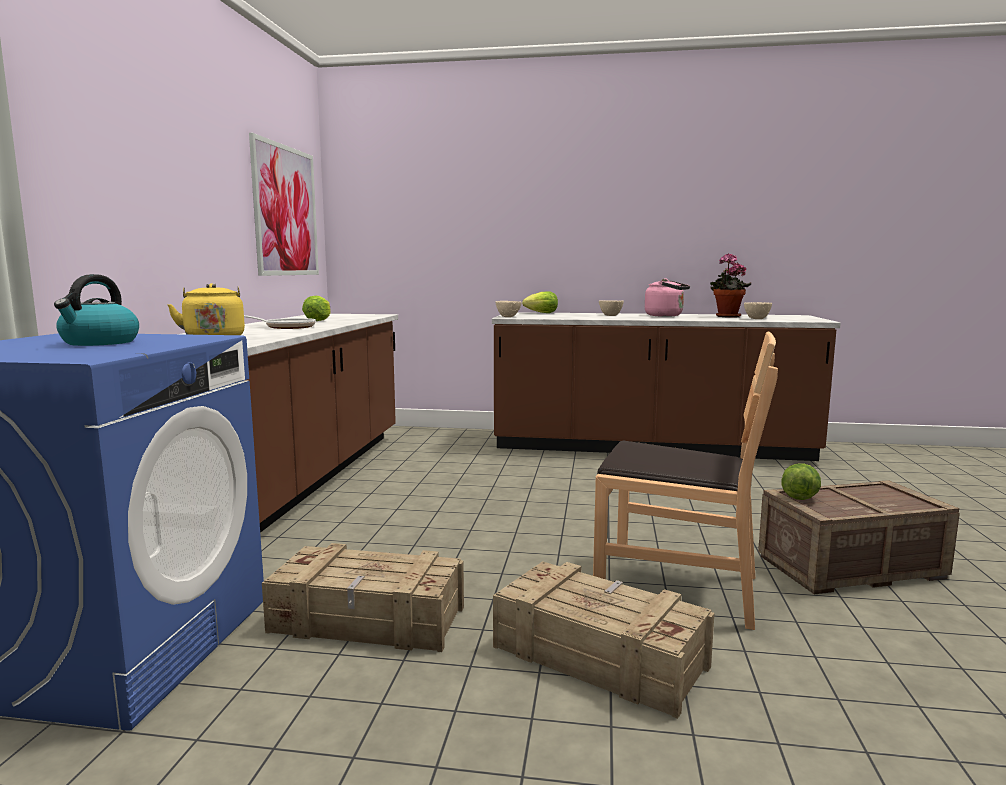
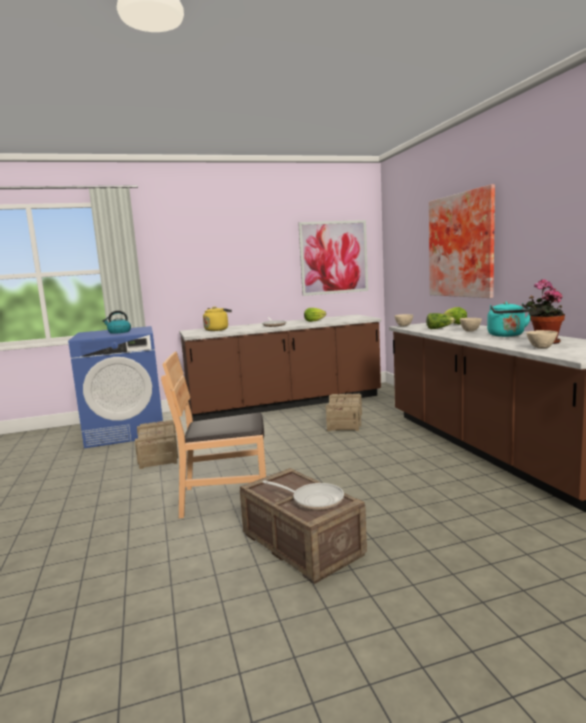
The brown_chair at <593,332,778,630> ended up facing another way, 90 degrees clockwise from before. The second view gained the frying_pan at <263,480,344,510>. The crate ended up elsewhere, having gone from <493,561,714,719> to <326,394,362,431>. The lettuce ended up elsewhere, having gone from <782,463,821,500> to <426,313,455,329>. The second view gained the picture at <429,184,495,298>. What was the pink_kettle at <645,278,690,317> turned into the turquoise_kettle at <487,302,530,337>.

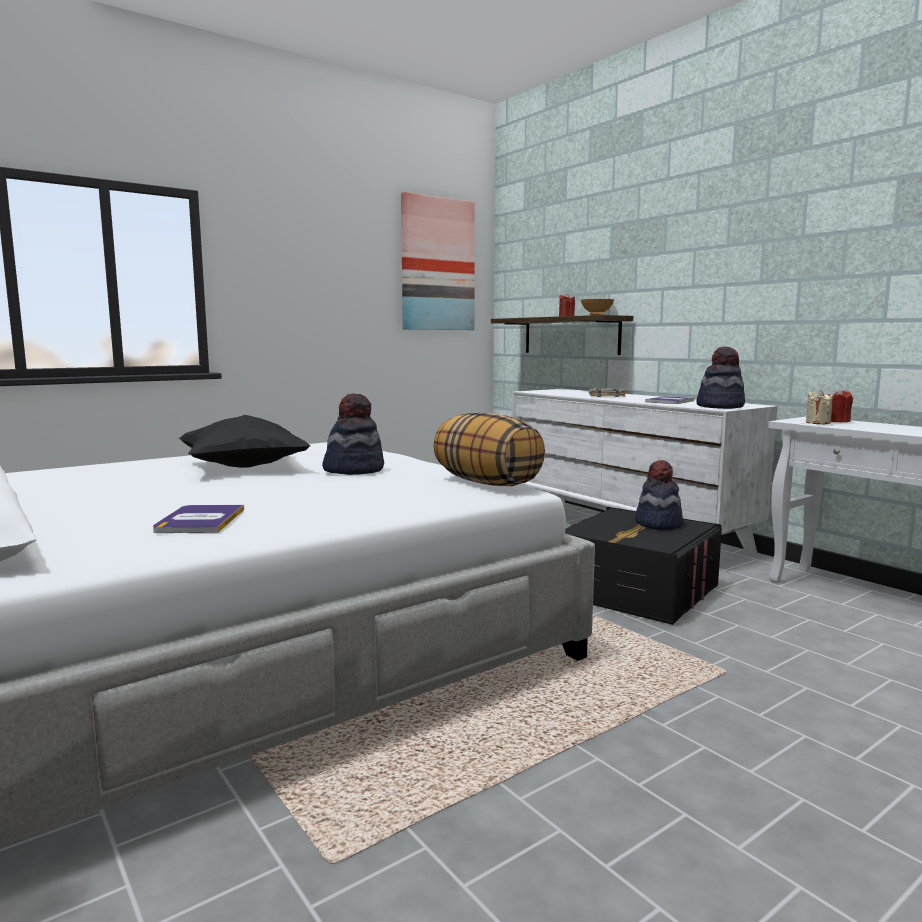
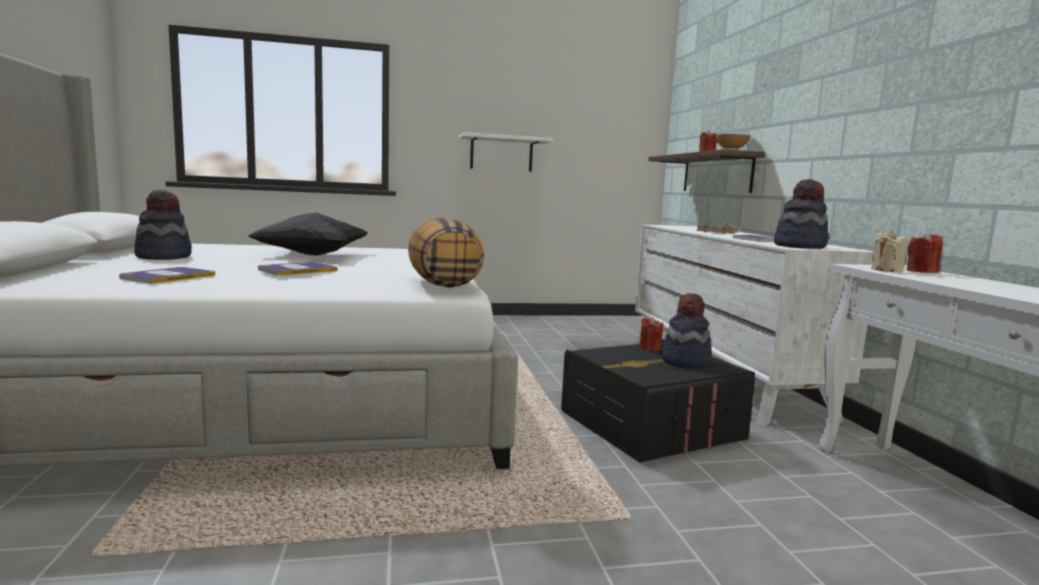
The hat ended up elsewhere, having gone from <322,393,384,475> to <134,190,192,260>. The second view gained the book at <258,262,338,276>. The second view gained the white_shelf at <459,132,553,172>. The second view gained the red_candle at <639,317,663,351>. The second view lost the picture at <401,192,475,330>.

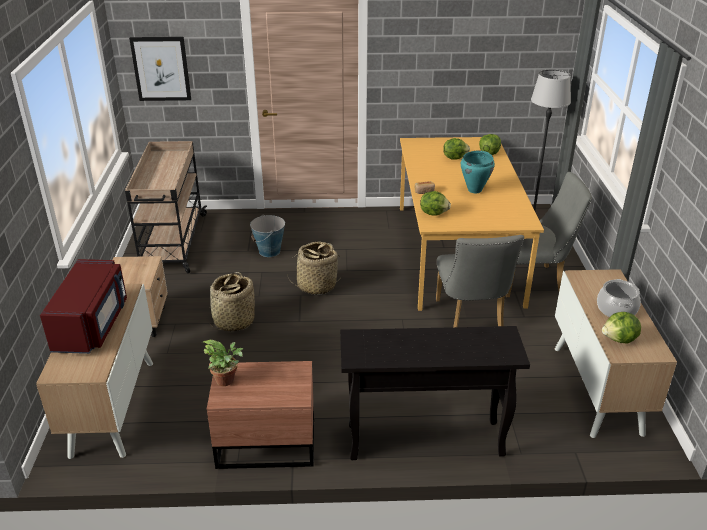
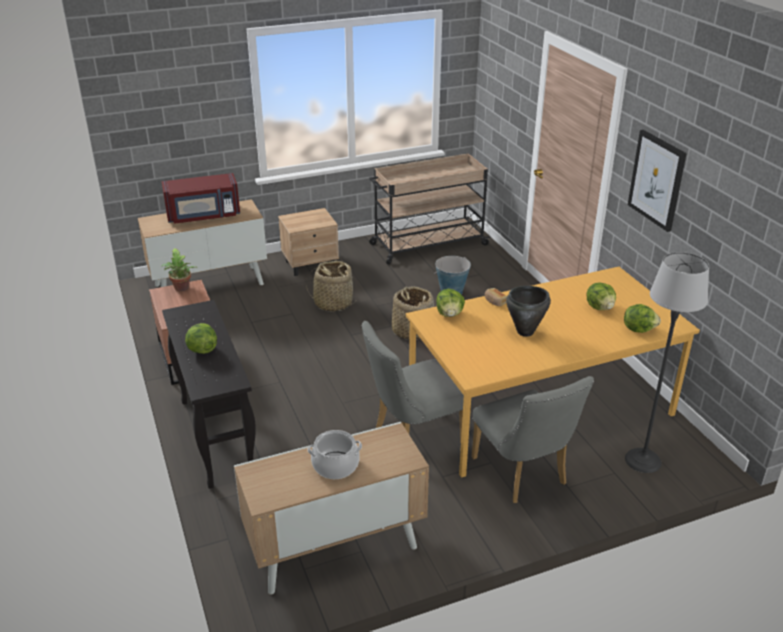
The lettuce ended up elsewhere, having gone from <602,312,641,344> to <185,323,217,354>. What was the turquoise_cooking_pot at <461,150,495,193> turned into the black_cooking_pot at <506,286,551,337>. The picture ended up elsewhere, having gone from <129,37,191,101> to <628,130,687,232>.

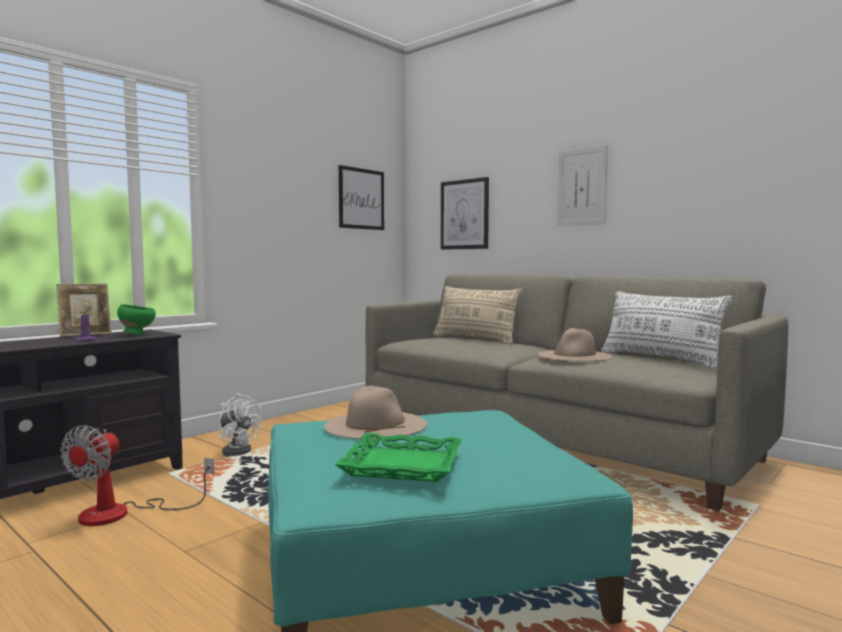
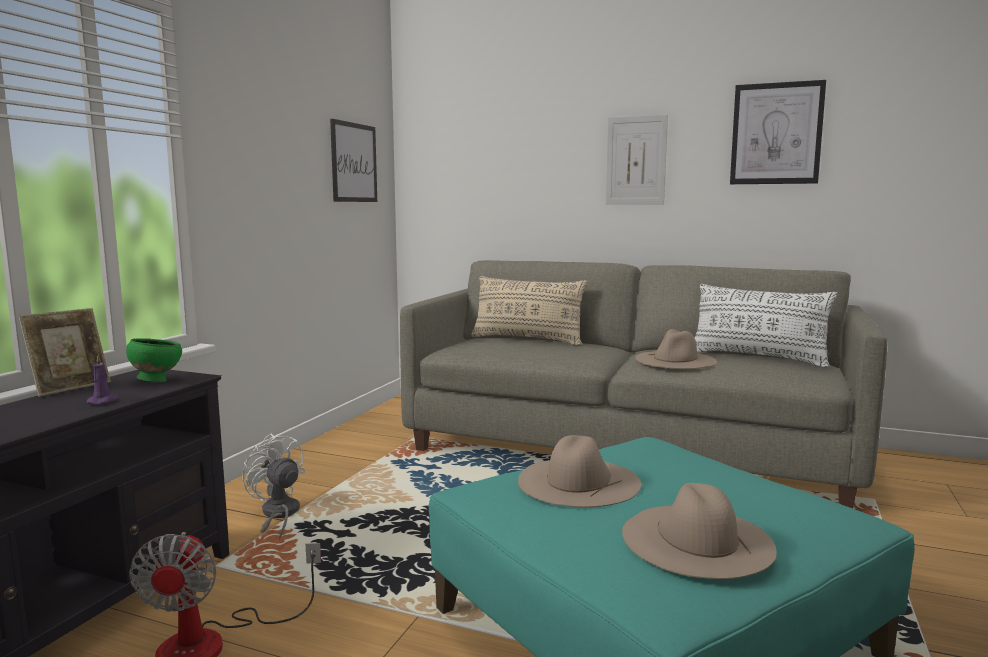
The white_fan at <218,393,261,456> ended up facing another way, 150 degrees counterclockwise from before. Where the green_tray stood at <334,433,462,482>, the beige_hat came to stand at <622,483,777,579>. The picture ended up elsewhere, having gone from <441,177,489,250> to <730,80,826,184>.

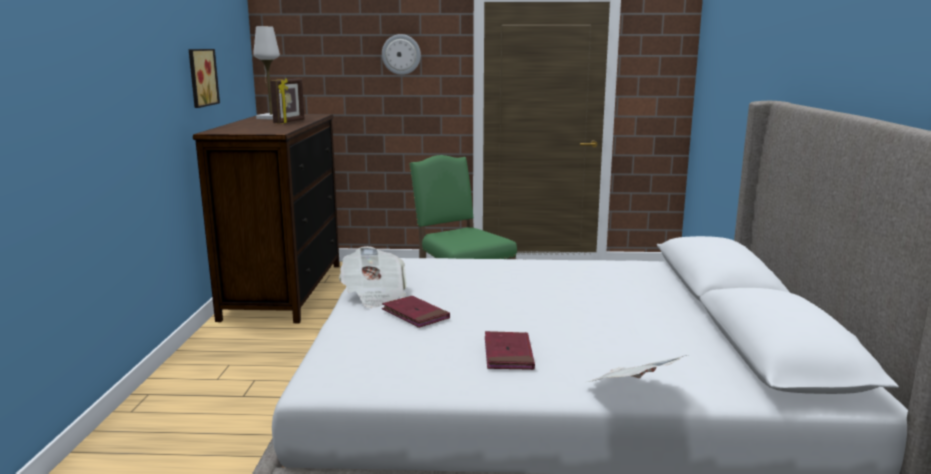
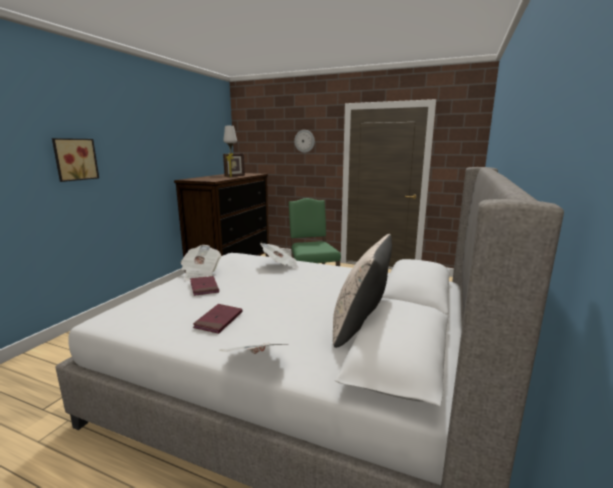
The picture ended up elsewhere, having gone from <189,49,220,108> to <52,138,99,182>. The second view gained the newspaper at <260,243,299,268>. The second view gained the beige_pillow at <333,234,392,348>.

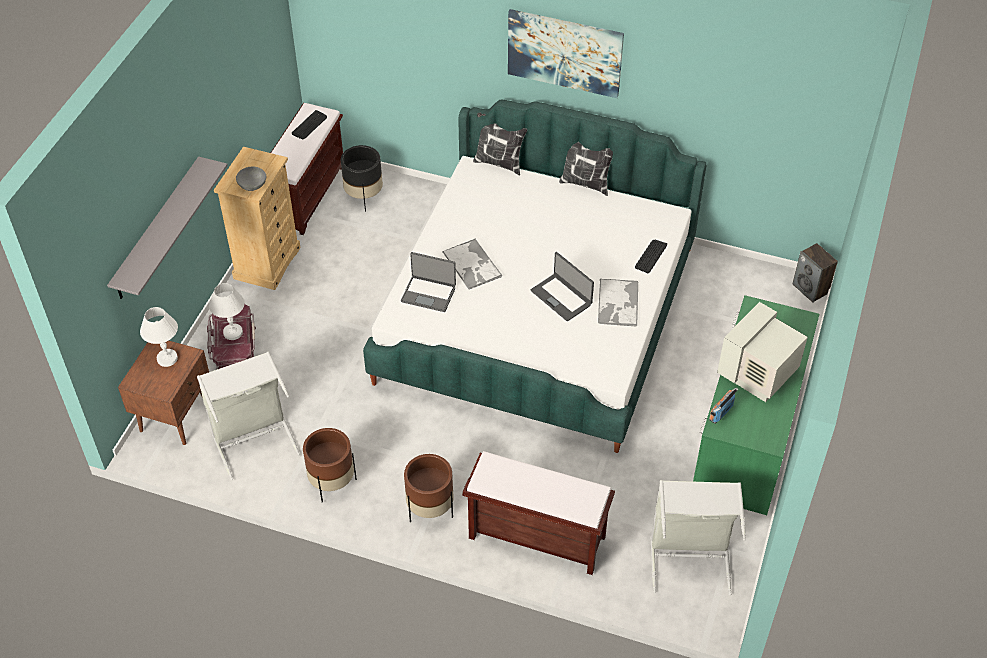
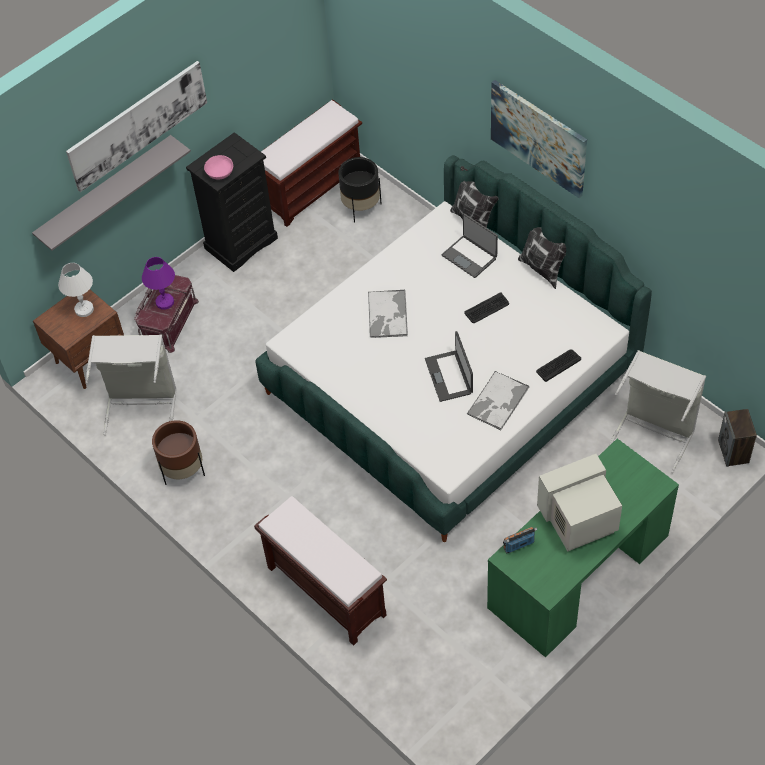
The second view gained the picture at <66,61,207,192>. What was the white_table_lamp at <209,283,245,340> turned into the purple_table_lamp at <142,257,175,310>. What was the beige_dresser at <214,147,301,290> turned into the black_dresser at <186,132,278,272>. What was the grey_bowl at <236,166,266,191> turned into the pink_bowl at <204,155,233,179>. The laptop ended up elsewhere, having gone from <401,252,456,312> to <442,213,498,278>. The keyboard ended up elsewhere, having gone from <292,110,327,139> to <464,292,509,323>. The grey_laundry_basket ended up elsewhere, having gone from <650,480,746,595> to <608,350,706,473>. The second view lost the brown_planter at <404,454,454,522>.

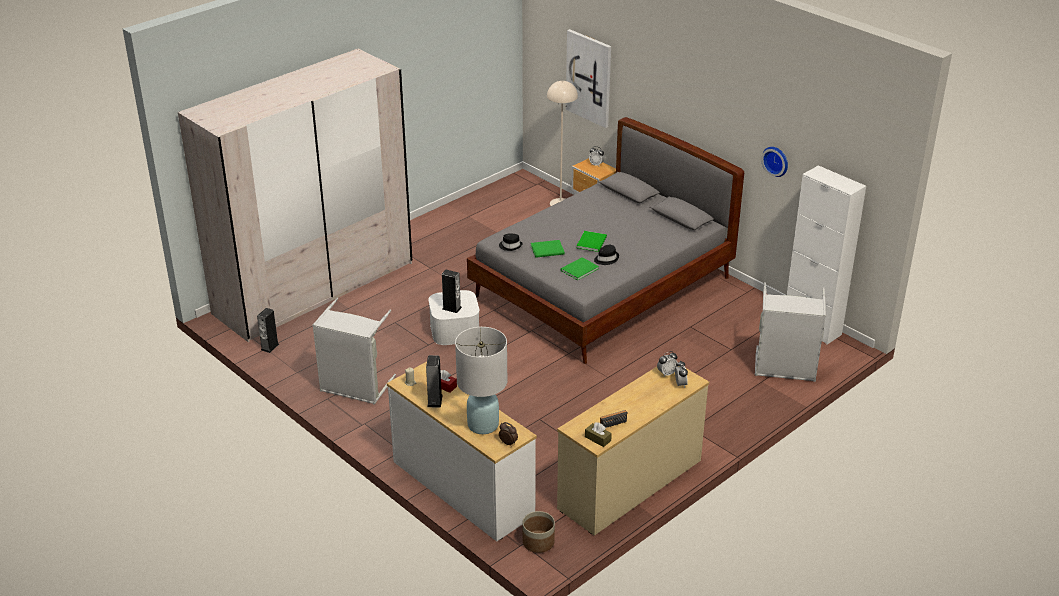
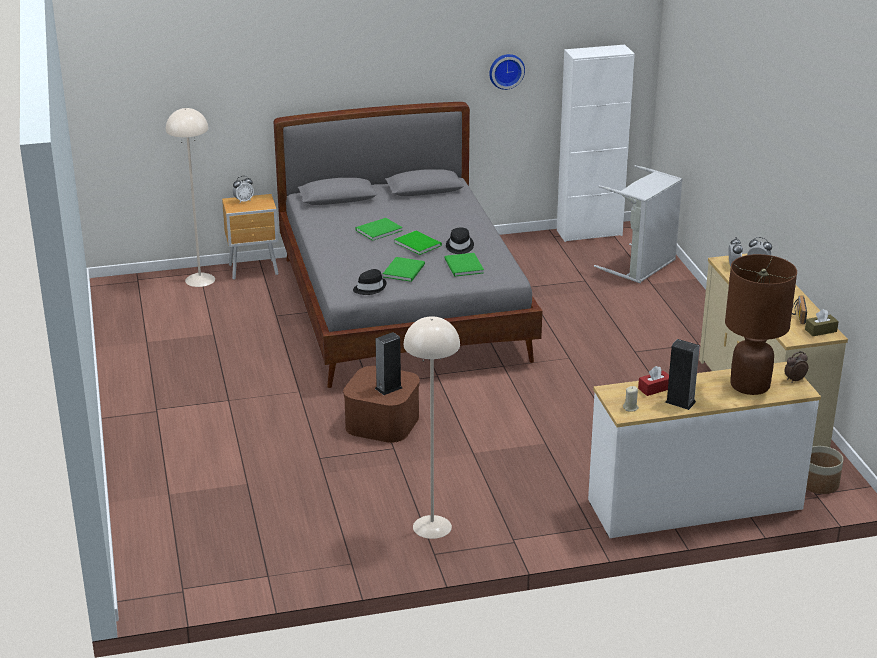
What was the white_storage_box at <429,290,479,345> turned into the brown_storage_box at <343,366,420,443>. The second view gained the green_book at <355,218,403,241>. Where the grey_laundry_basket stood at <312,298,396,404>, the beige_floor_lamp came to stand at <404,316,460,539>. What was the white_table_lamp at <455,327,508,434> turned into the brown_table_lamp at <725,254,797,395>. The second view lost the beige_wardrobe at <178,49,412,342>. The second view lost the speaker at <257,308,279,353>. The second view lost the picture at <566,29,611,128>.

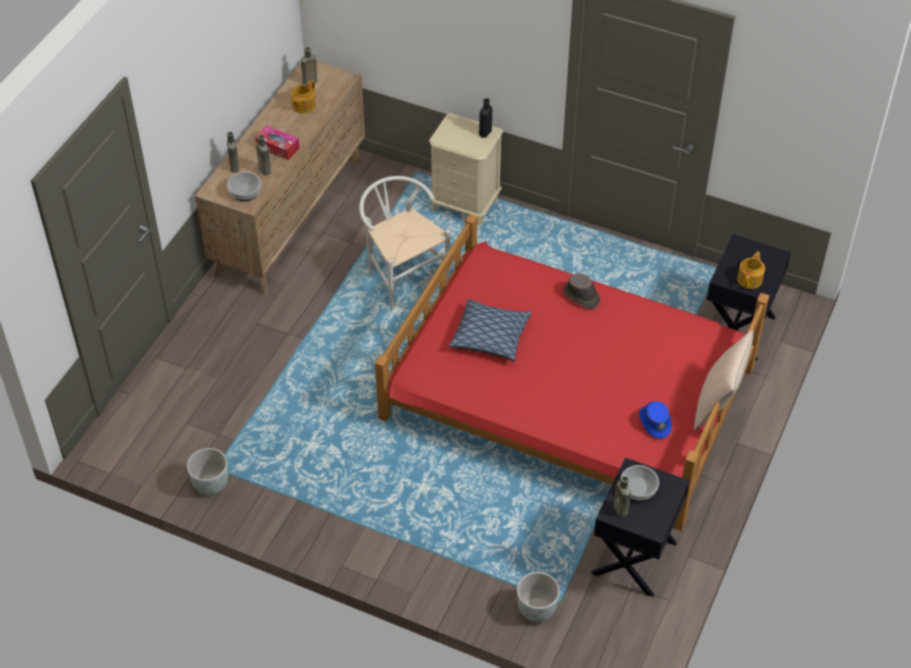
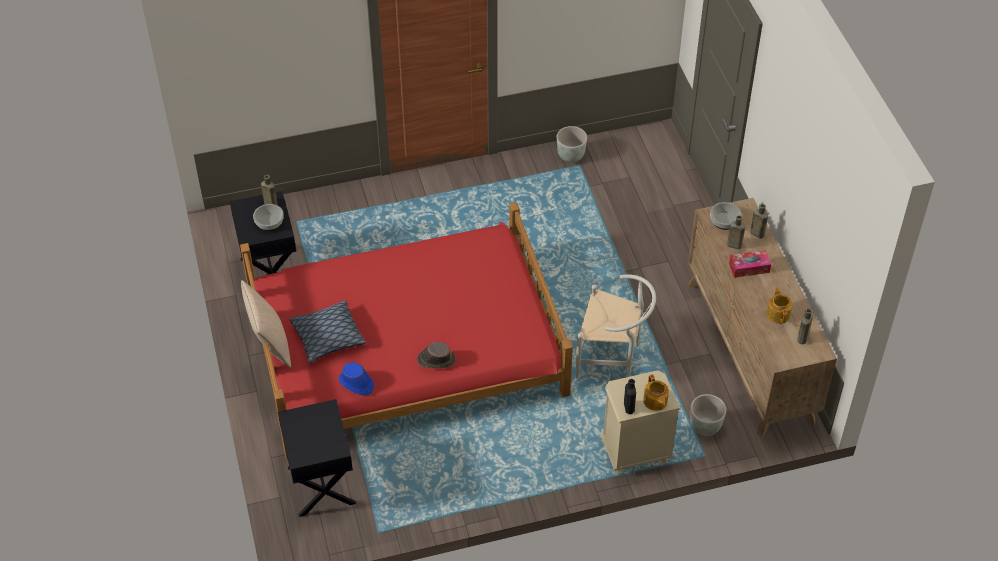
The pillow ended up elsewhere, having gone from <449,299,531,361> to <289,300,366,363>. The blue_hat ended up elsewhere, having gone from <639,401,672,439> to <339,363,374,396>. The teapot ended up elsewhere, having gone from <737,251,765,289> to <643,374,669,411>. The grey_planter ended up elsewhere, having gone from <517,572,560,622> to <690,394,726,436>.

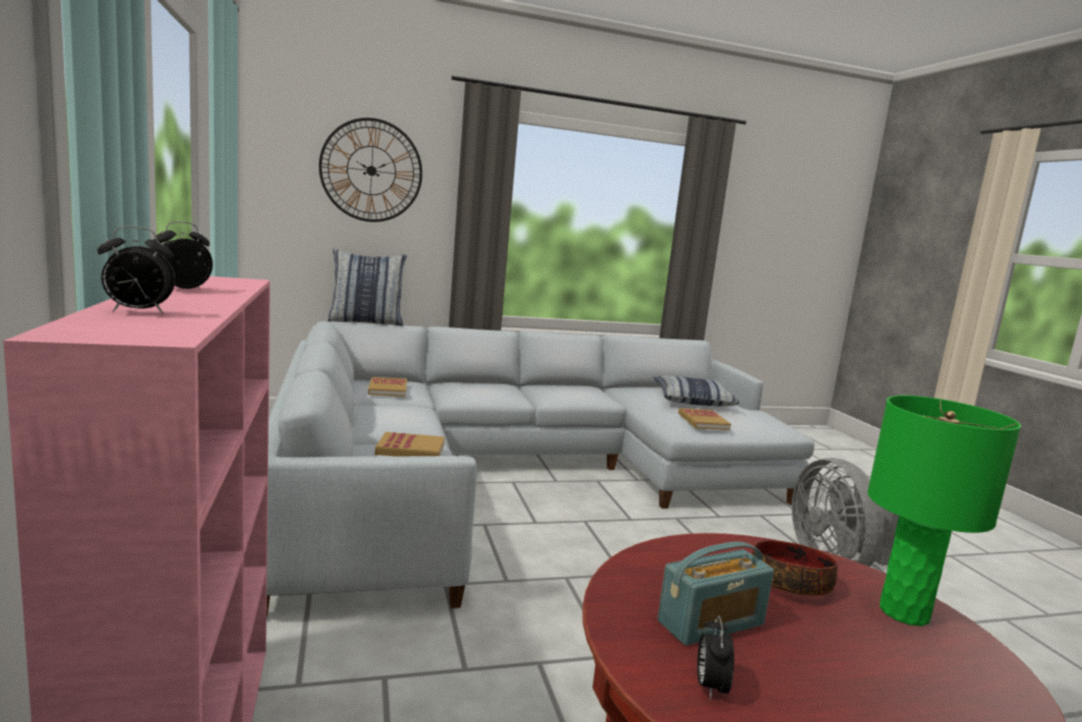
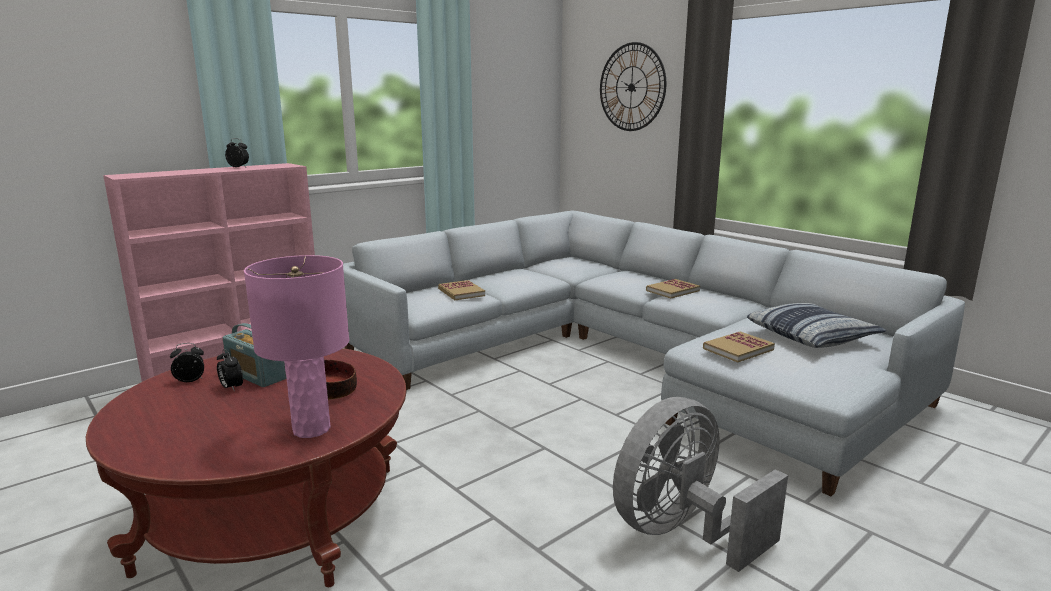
The alarm_clock ended up elsewhere, having gone from <97,226,175,313> to <217,349,243,392>. What was the green_table_lamp at <867,395,1021,626> turned into the pink_table_lamp at <244,255,349,438>. The book ended up elsewhere, having gone from <368,377,407,397> to <646,279,700,298>. The second view lost the pillow at <328,249,407,326>.

